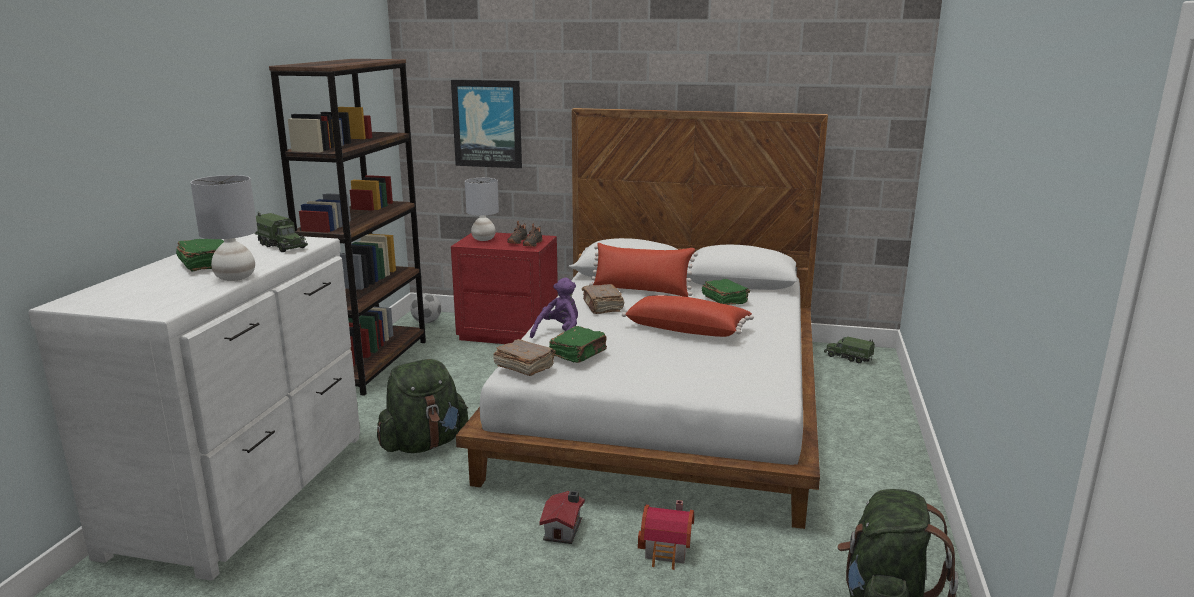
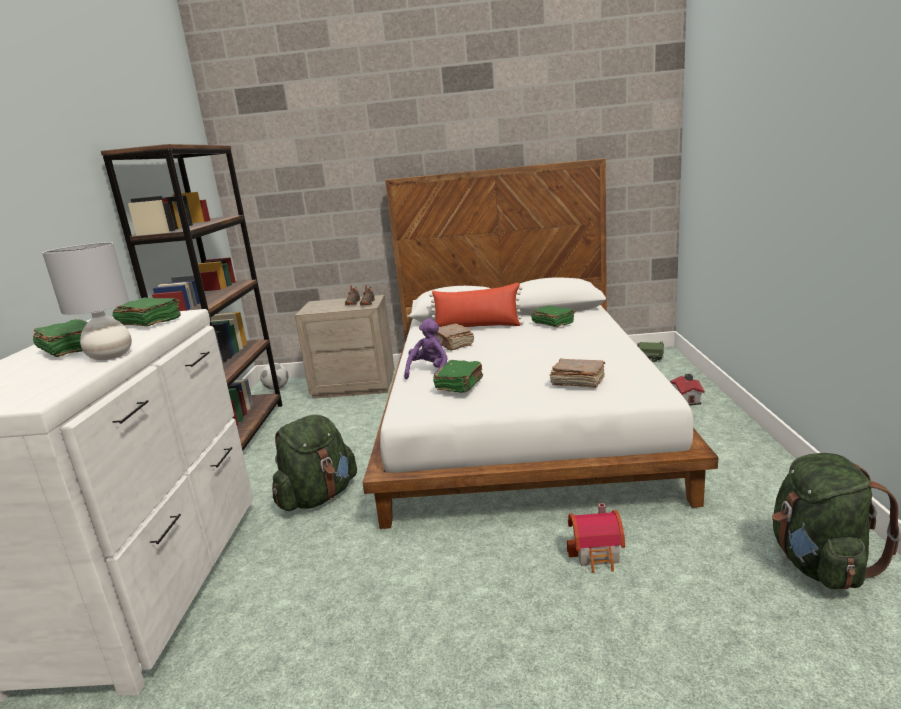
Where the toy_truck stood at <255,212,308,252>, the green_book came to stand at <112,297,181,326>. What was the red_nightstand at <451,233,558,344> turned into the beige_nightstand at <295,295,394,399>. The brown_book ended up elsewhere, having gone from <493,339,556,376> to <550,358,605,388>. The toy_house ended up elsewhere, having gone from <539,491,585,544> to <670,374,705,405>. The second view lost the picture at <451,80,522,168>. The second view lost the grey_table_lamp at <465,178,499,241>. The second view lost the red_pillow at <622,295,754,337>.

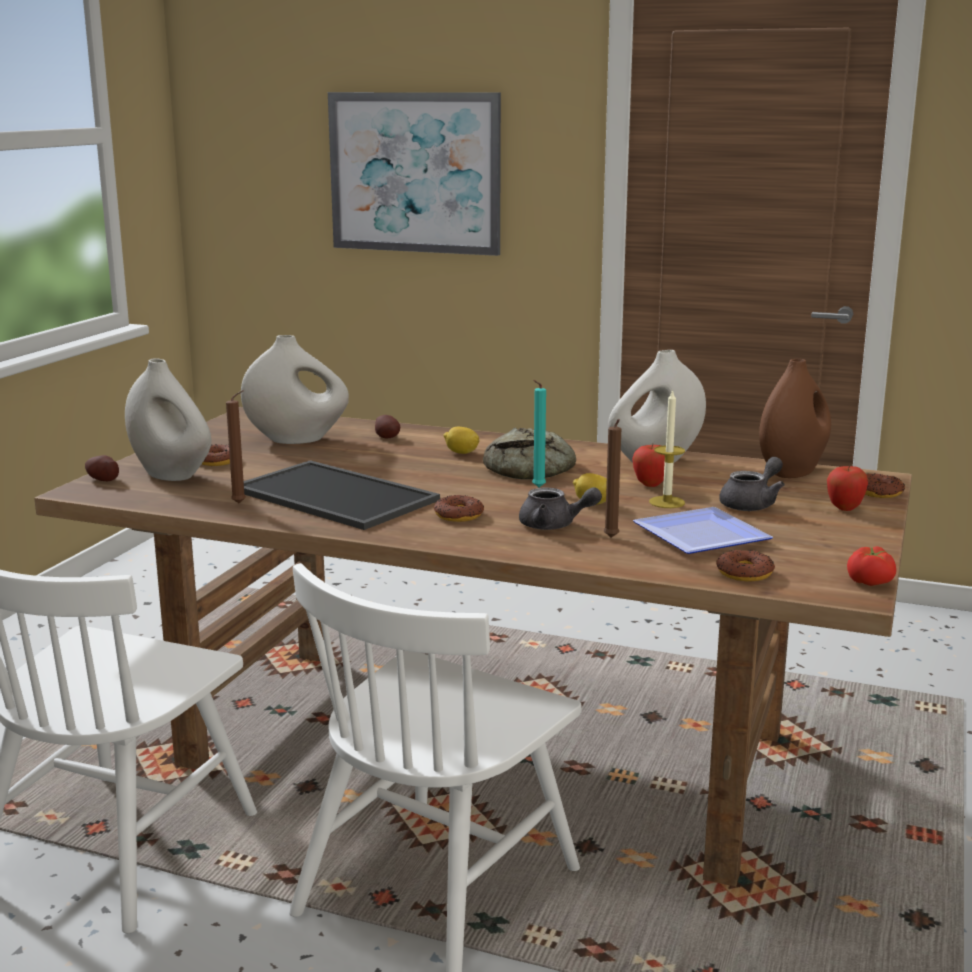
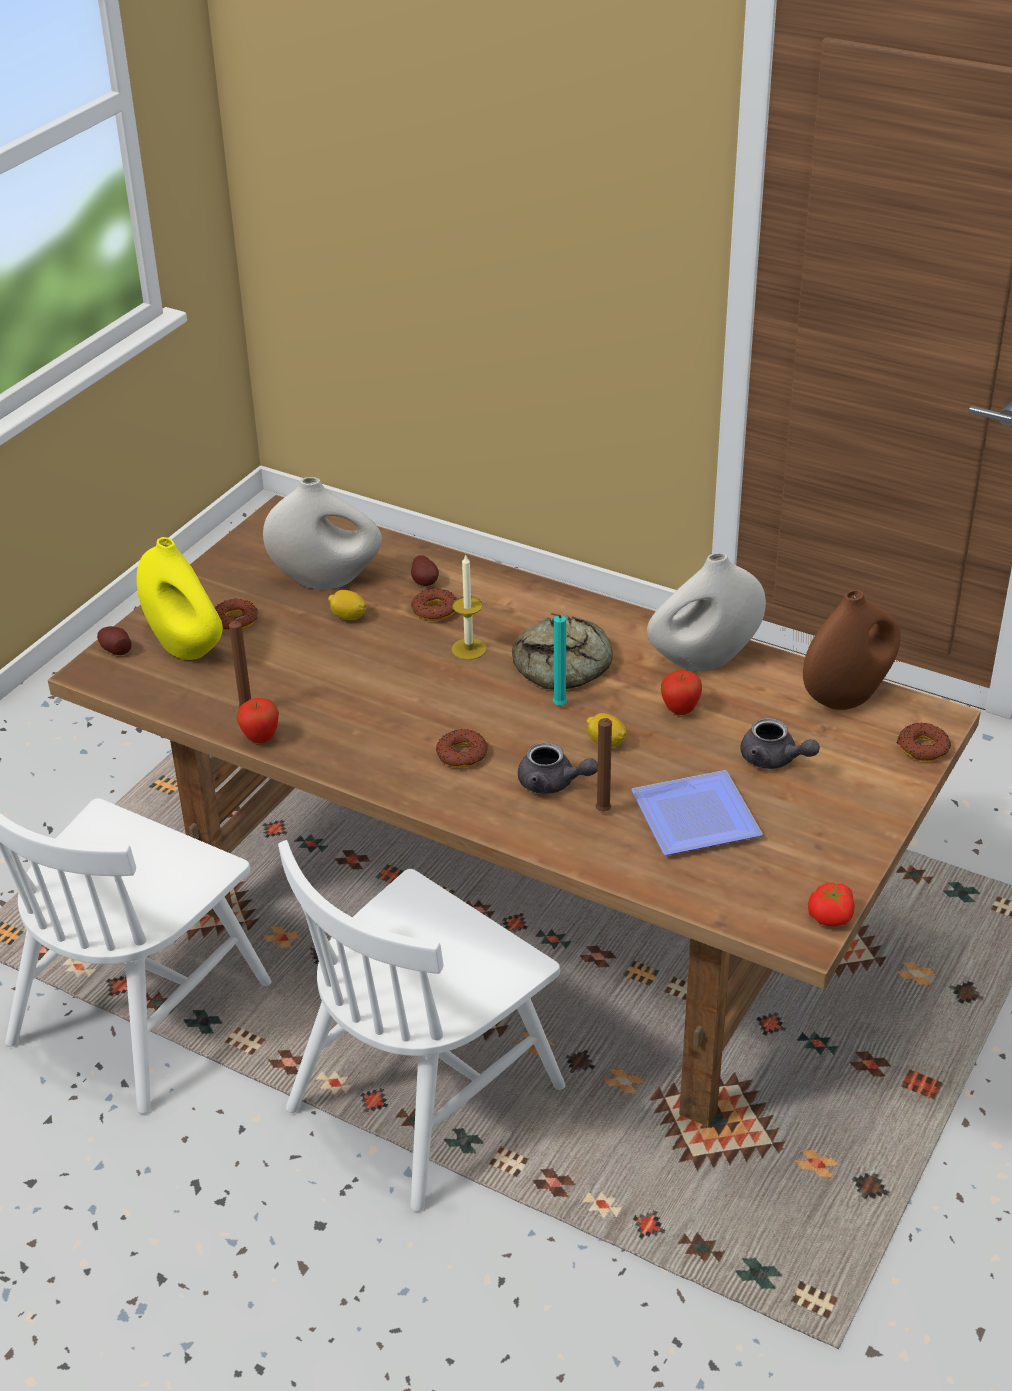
What was the white_vase at <125,358,211,481> turned into the yellow_vase at <136,537,223,660>. The apple ended up elsewhere, having gone from <827,465,868,511> to <237,698,279,743>. The lemon ended up elsewhere, having gone from <443,427,479,454> to <328,590,366,620>. The donut ended up elsewhere, having gone from <716,550,775,582> to <411,588,457,621>. The candle ended up elsewhere, having gone from <649,389,685,508> to <452,554,487,660>. The grey_teapot at <719,457,785,511> ended up facing another way, 75 degrees clockwise from before. The second view lost the tray at <244,460,440,530>. The second view lost the picture at <328,92,501,256>.

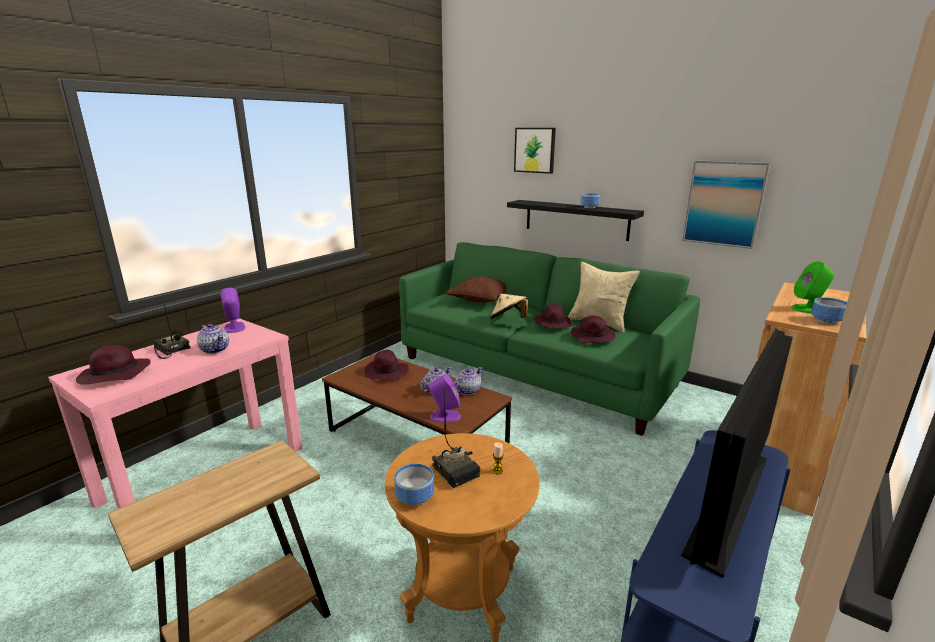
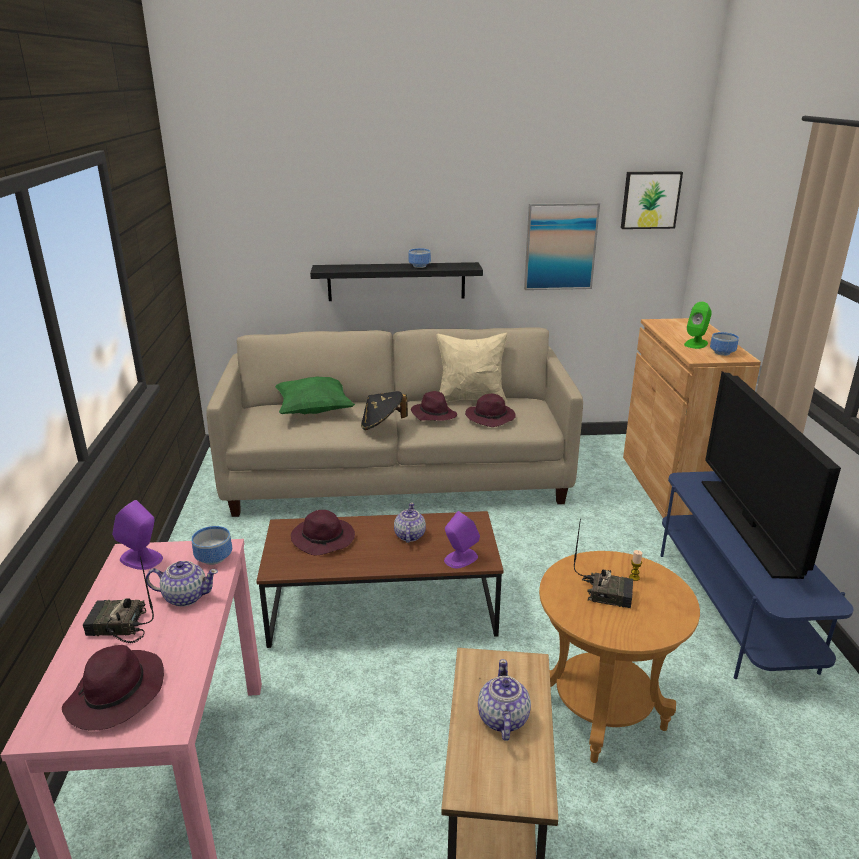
The bowl ended up elsewhere, having gone from <394,463,434,506> to <191,526,232,565>. What was the green_sofa at <399,242,700,436> turned into the beige_sofa at <206,327,583,517>. What was the brown_pillow at <445,277,507,302> turned into the green_pillow at <275,376,355,414>. What was the beige_hat at <490,294,528,319> turned into the black_hat at <361,391,408,430>. The teapot ended up elsewhere, having gone from <454,367,482,395> to <478,659,531,741>. The picture ended up elsewhere, having gone from <514,128,556,174> to <621,171,683,229>.

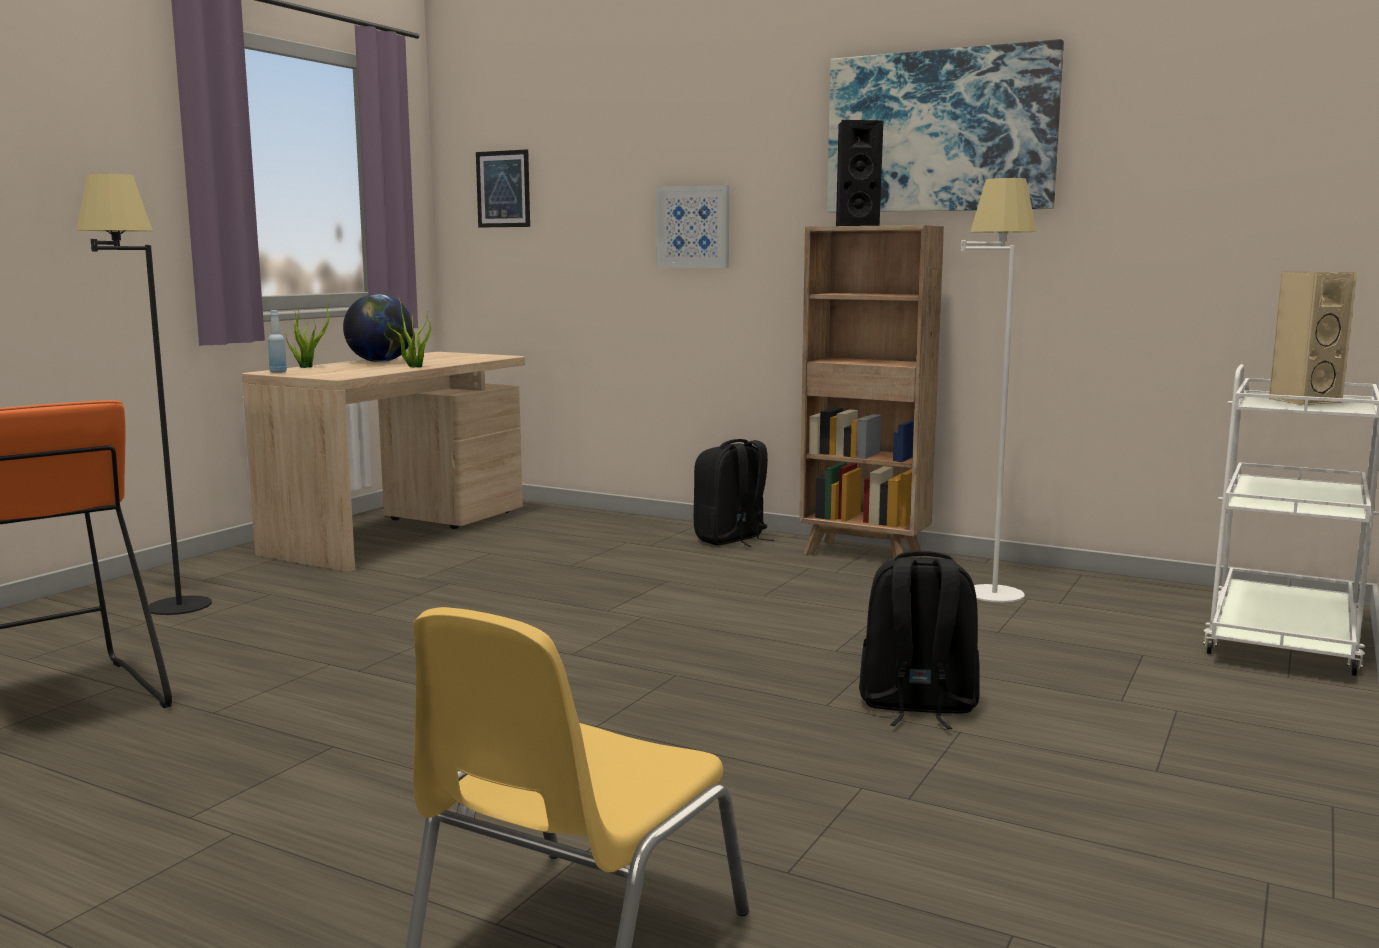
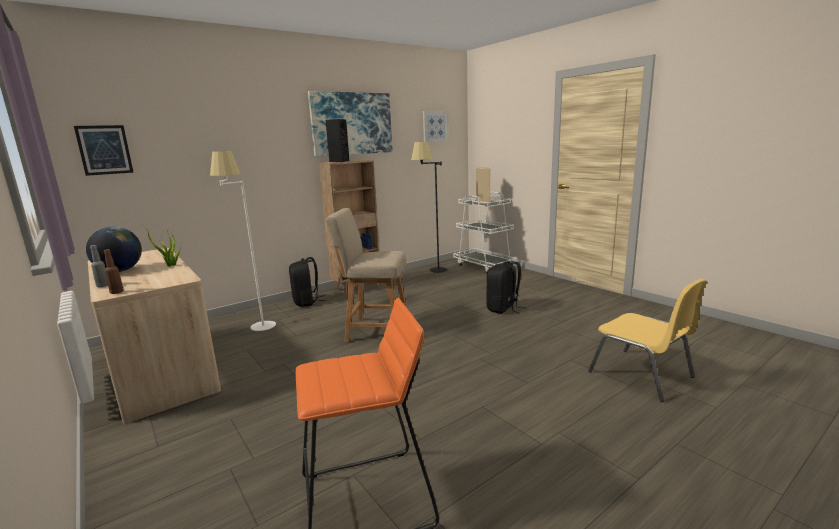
Where the potted_plant stood at <285,298,332,368>, the grey_bottle came to stand at <90,245,108,287>. What was the blue_bottle at <268,310,287,373> turned into the brown_bottle at <104,249,124,294>. The white_floor_lamp ended up elsewhere, having gone from <961,178,1037,603> to <210,151,276,331>. The second view gained the beige_chair at <326,208,407,342>. The black_floor_lamp ended up elsewhere, having gone from <77,173,212,615> to <411,142,448,273>. The picture ended up elsewhere, having gone from <656,185,729,268> to <423,111,448,143>.

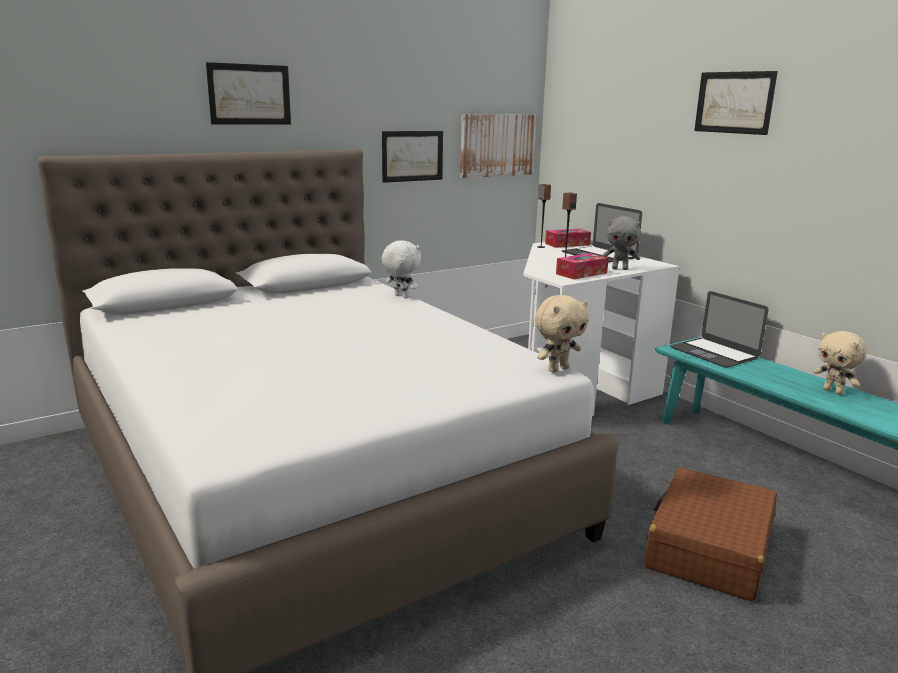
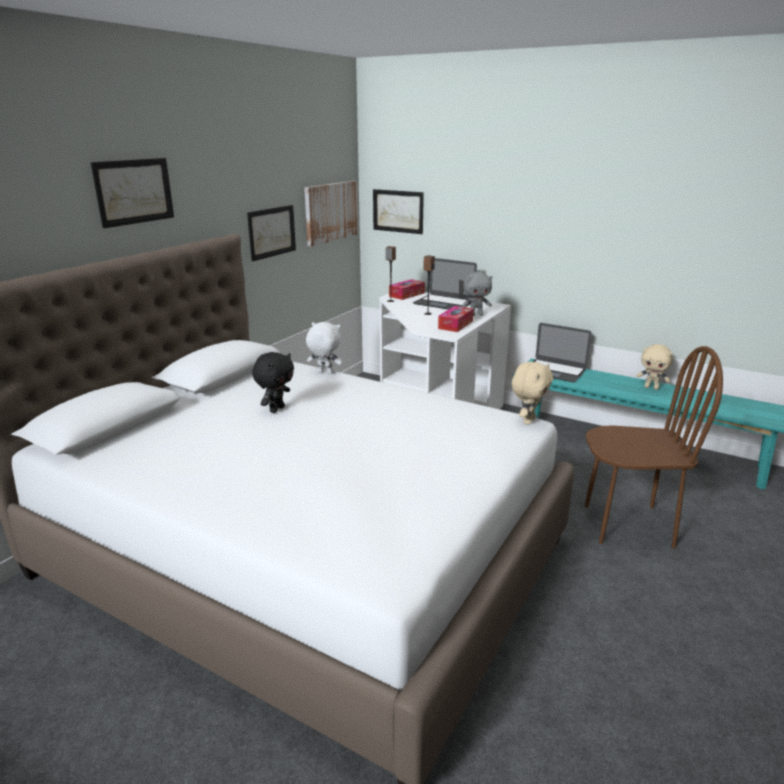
The second view gained the black_plush_toy at <252,352,294,413>. The picture ended up elsewhere, having gone from <694,71,778,135> to <373,189,424,234>. Where the brown_suitcase stood at <644,468,777,601>, the brown_chair came to stand at <585,346,723,548>.

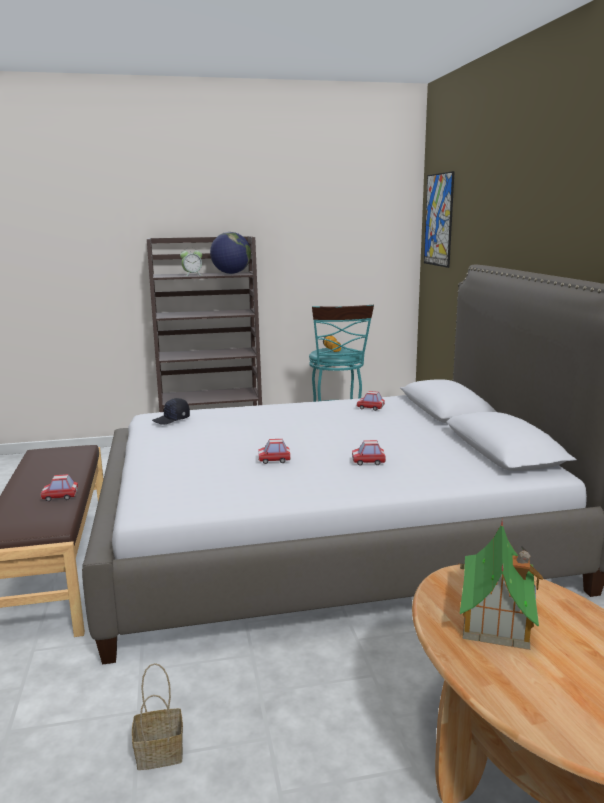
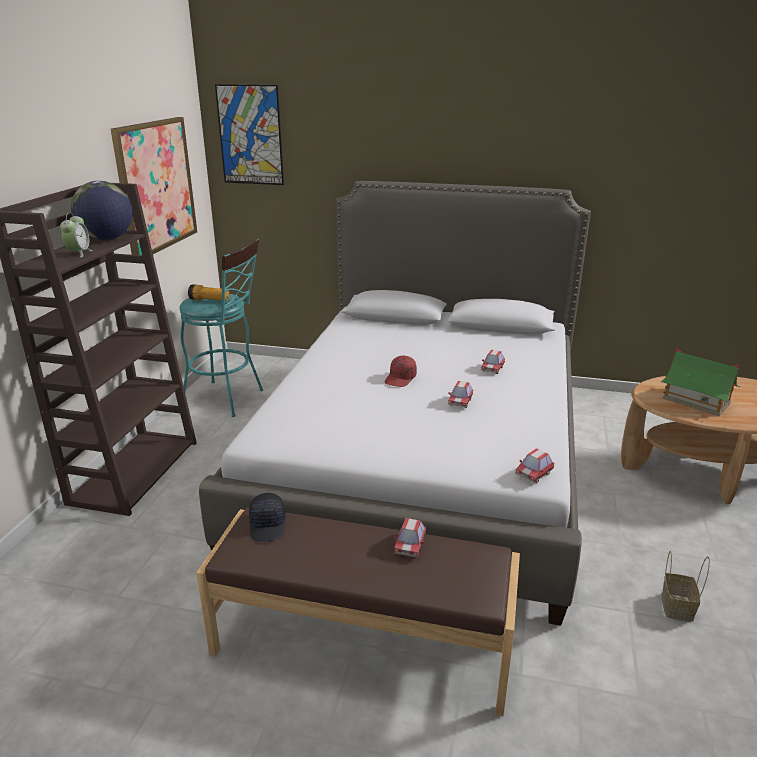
The second view gained the picture at <111,117,197,256>. The black_cap ended up elsewhere, having gone from <152,398,190,425> to <249,493,285,542>. The second view gained the red_cap at <385,356,417,387>. The toy_car ended up elsewhere, having gone from <357,391,385,411> to <515,448,554,483>.

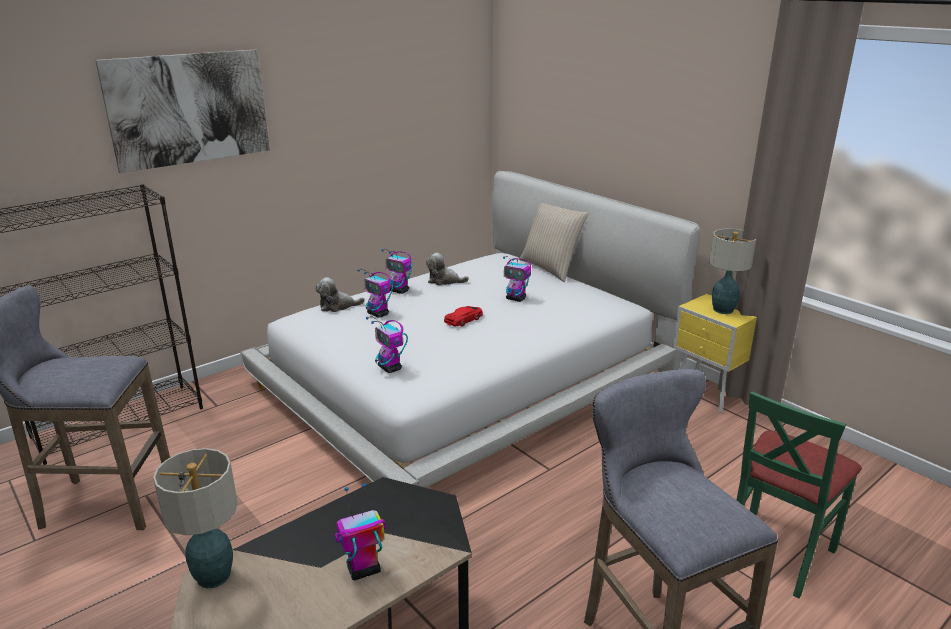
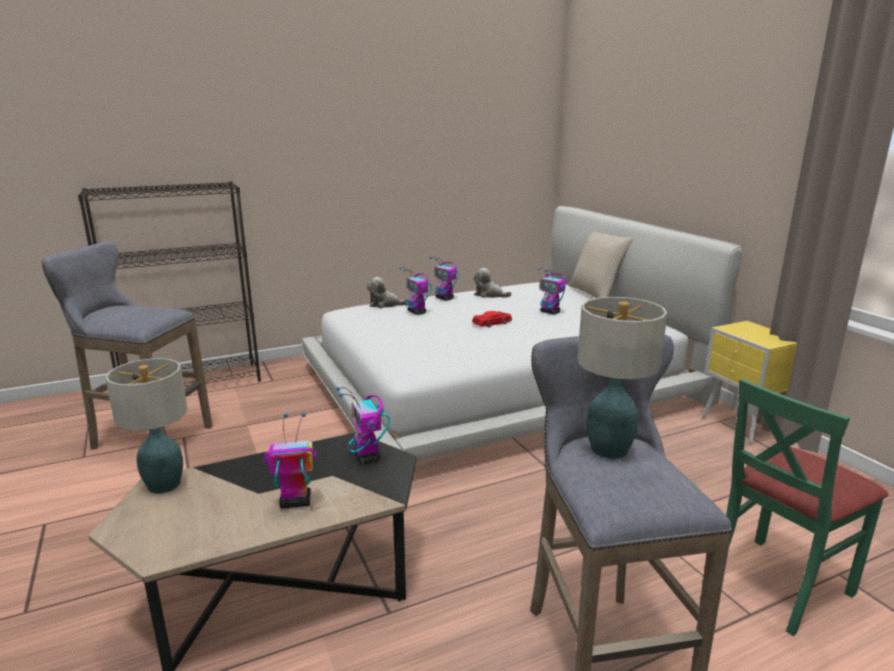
The toy_robot ended up elsewhere, having gone from <366,316,408,373> to <336,387,390,464>. The table_lamp ended up elsewhere, having gone from <709,228,756,314> to <578,297,667,459>. The second view lost the picture at <95,50,270,173>.

